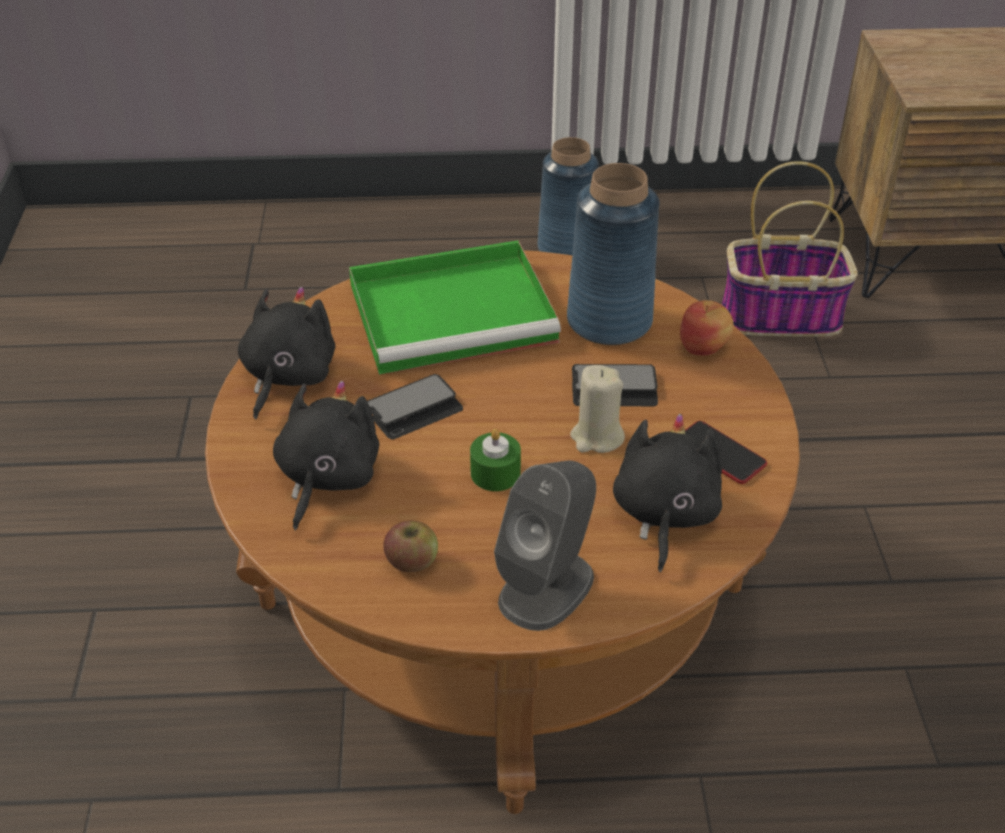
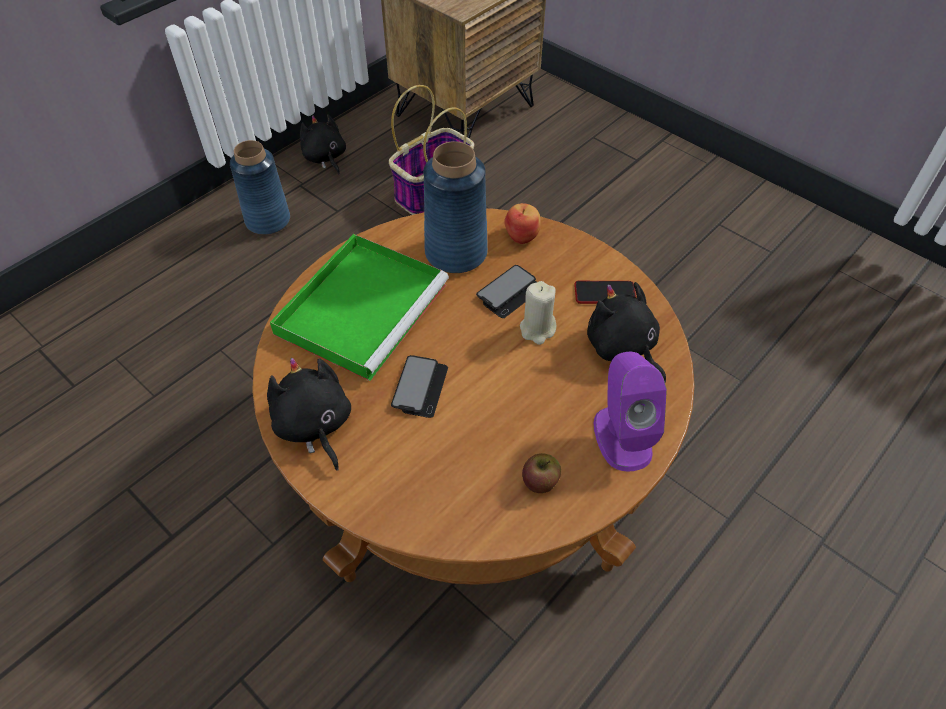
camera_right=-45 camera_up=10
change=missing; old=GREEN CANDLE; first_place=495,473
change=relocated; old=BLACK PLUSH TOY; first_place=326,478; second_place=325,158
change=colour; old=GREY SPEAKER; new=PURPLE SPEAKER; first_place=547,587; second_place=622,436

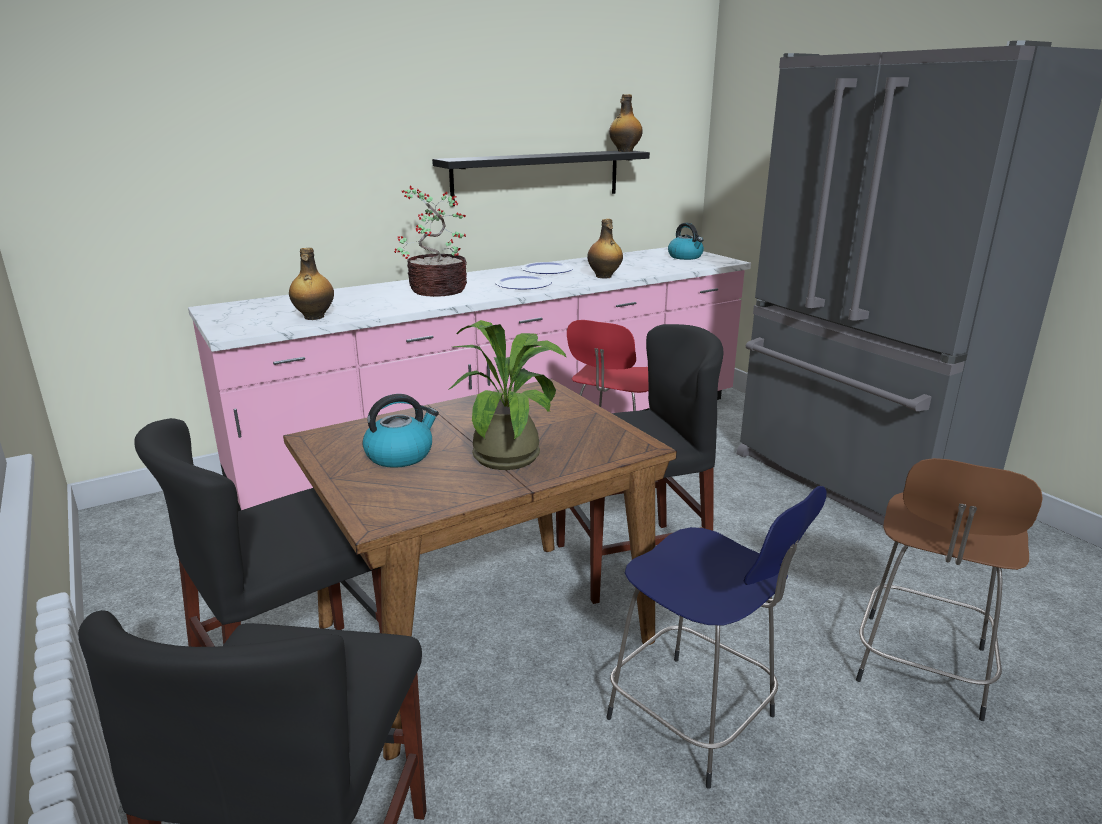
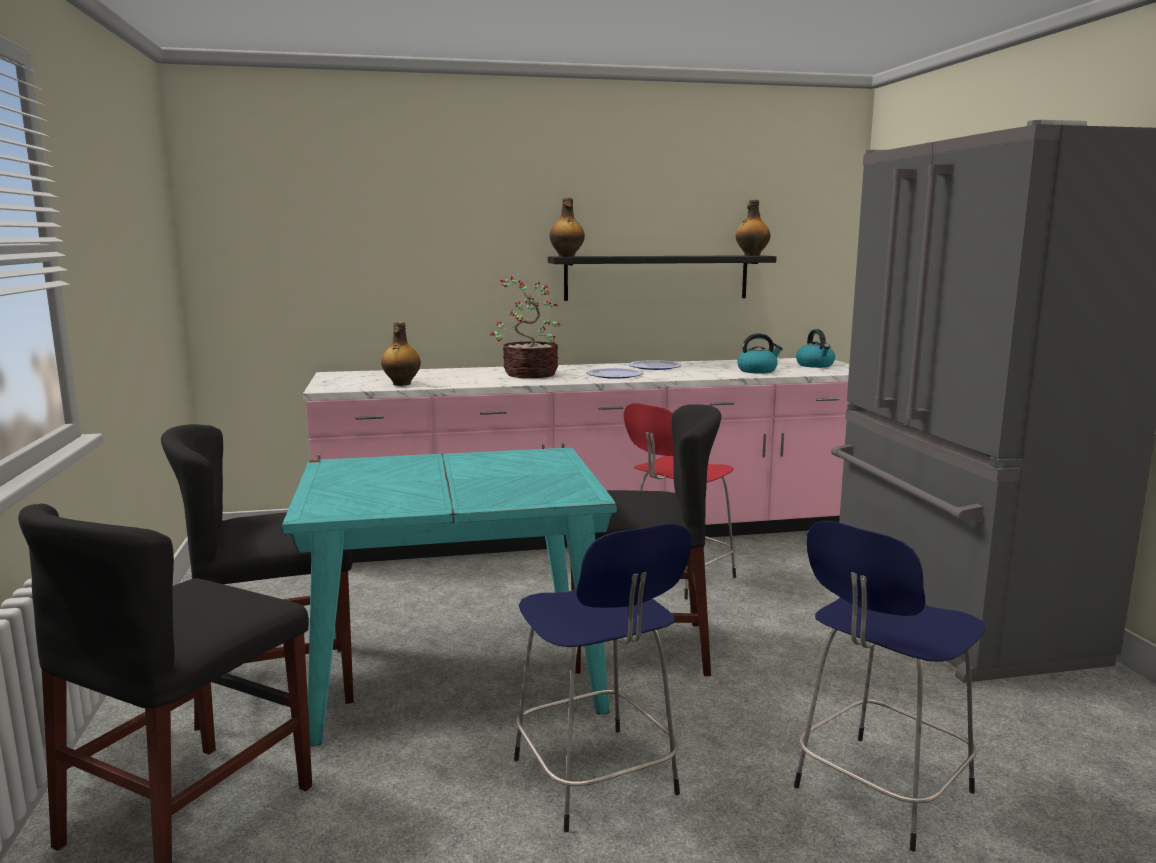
camera_right=20 camera_up=-10
change=missing; old=POTTED PLANT; first_place=512,454
change=relocated; old=KETTLE; first_place=400,455; second_place=757,371
change=relocated; old=BOTTLE; first_place=604,276; second_place=566,256
change=colour; old=BROWN DINING TABLE; new=TURQUOISE DINING TABLE; first_place=482,634; second_place=454,677
change=colour; old=BROWN STOOL; new=BLUE STOOL; first_place=920,668; second_place=879,792

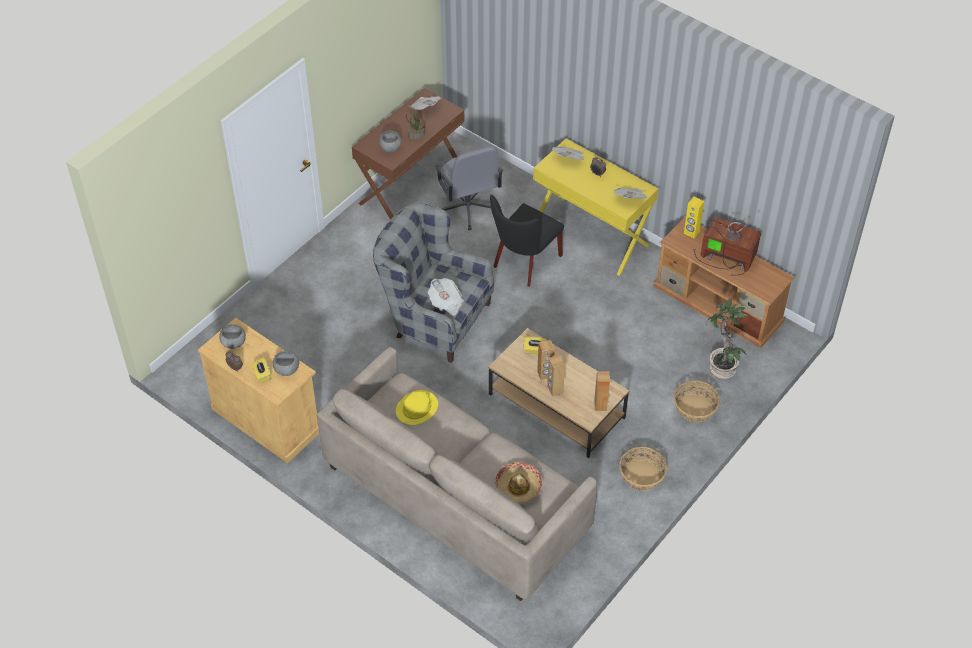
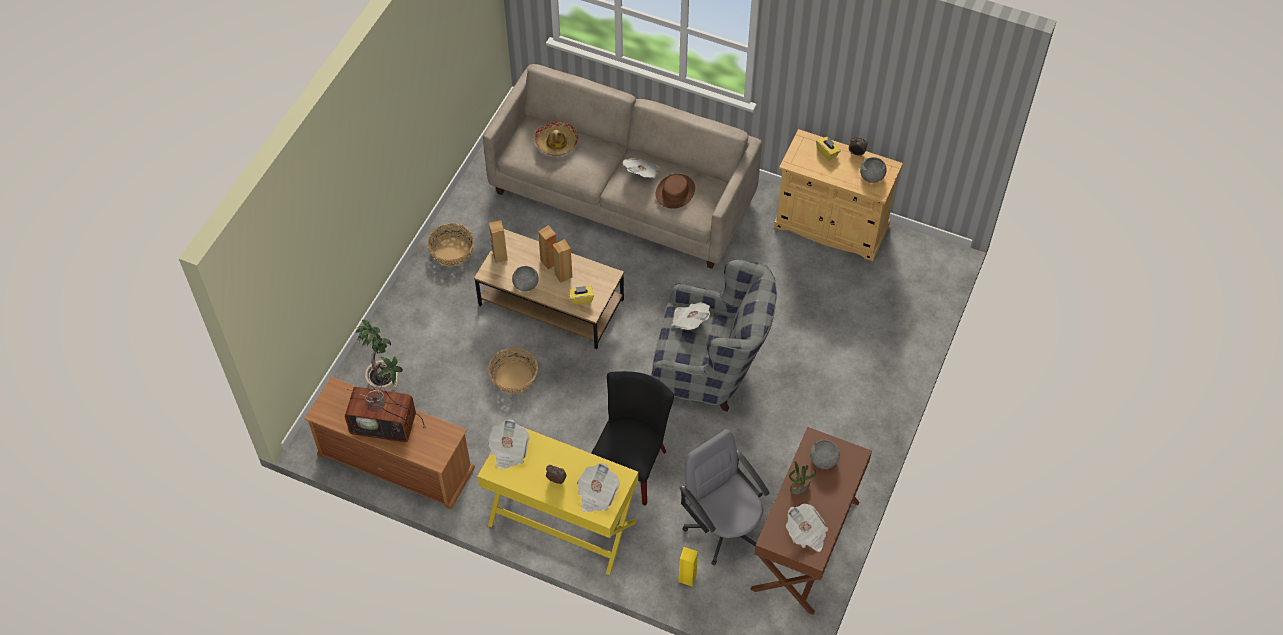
camera_right=165 camera_up=5
change=appeared; new=NEWSPAPER; second_place=642,174
change=relocated; old=GREY BOWL; first_place=287,369; second_place=525,284
change=relocated; old=BASKET; first_place=695,408; second_place=513,377
change=relocated; old=YELLOW SPEAKER; first_place=691,232; second_place=687,578
change=colour; old=YELLOW HAT; new=BROWN HAT; first_place=417,408; second_place=675,192

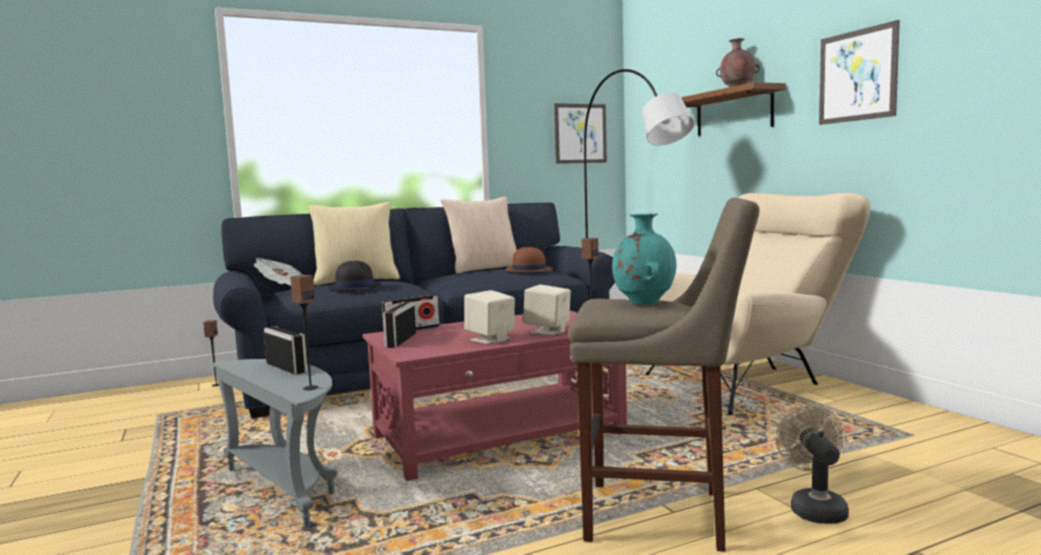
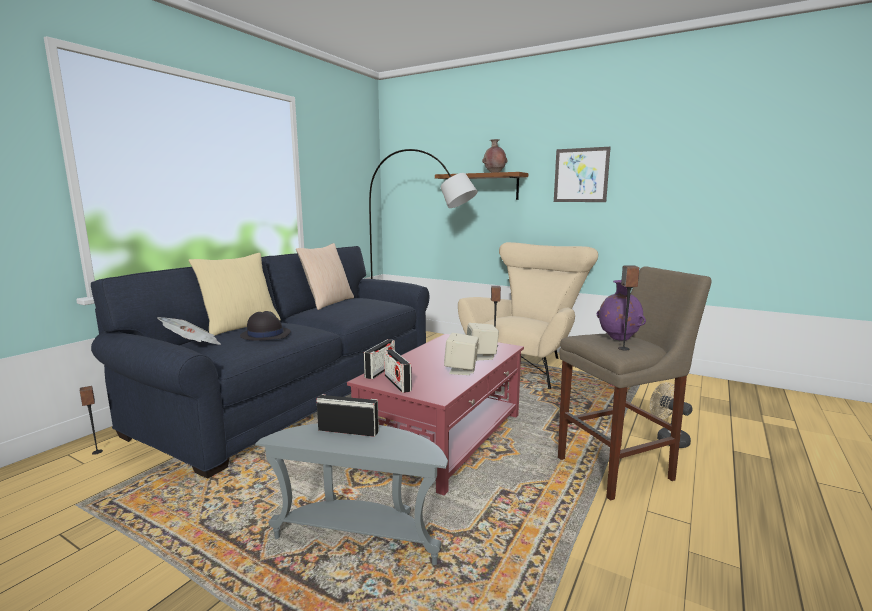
camera_right=-35 camera_up=5
change=missing; old=BROWN HAT; first_place=528,270
change=missing; old=PICTURE; first_place=580,133
change=relocated; old=SPEAKER; first_place=310,388; second_place=623,348
change=colour; old=TURQUOISE VASE; new=PURPLE VASE; first_place=644,303; second_place=618,338

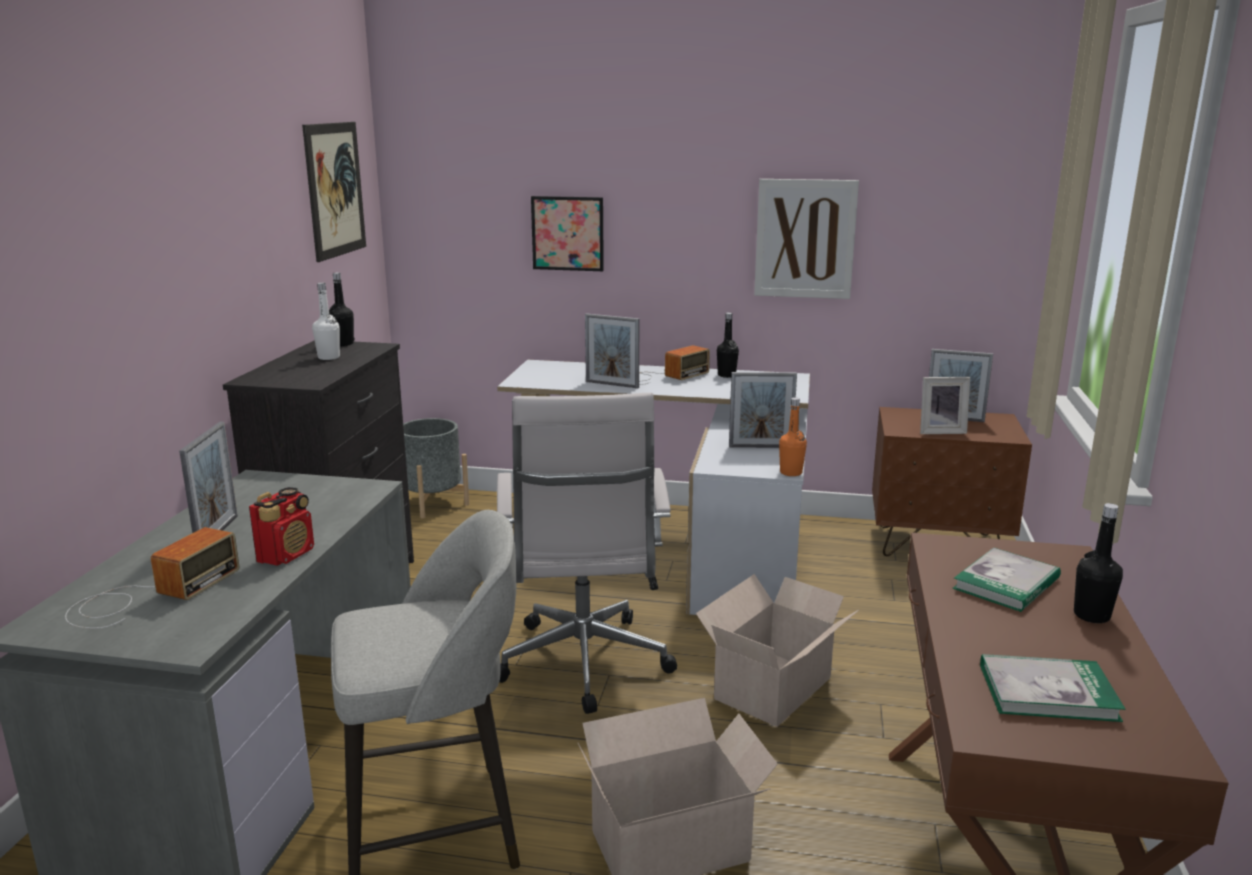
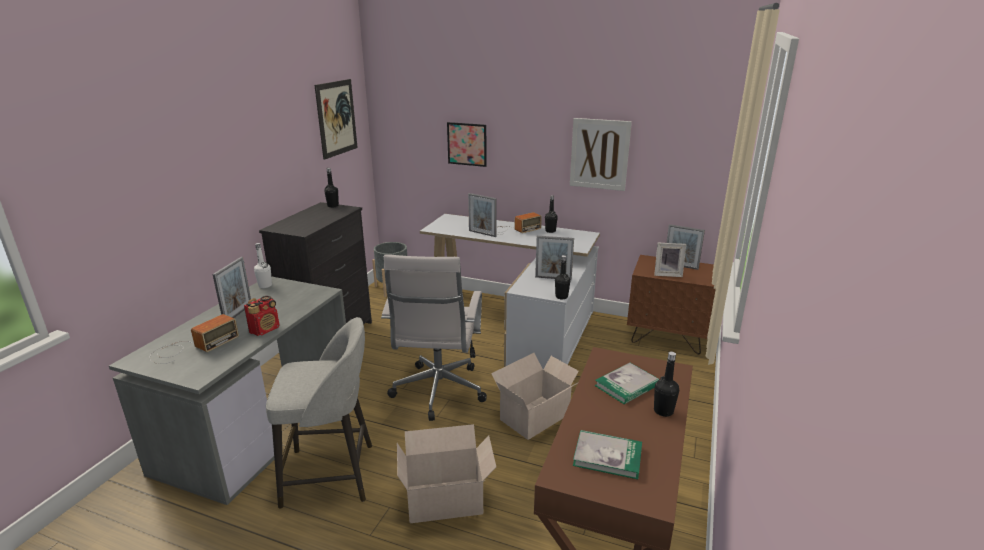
camera_right=10 camera_up=5
change=relocated; old=WHITE BOTTLE; first_place=329,357; second_place=265,285
change=colour; old=ORANGE BOTTLE; new=BLACK BOTTLE; first_place=791,472; second_place=561,297

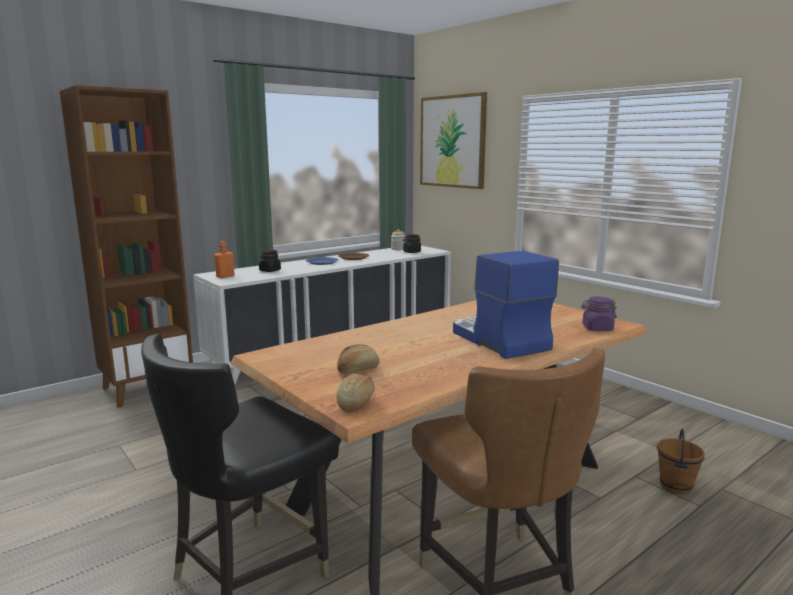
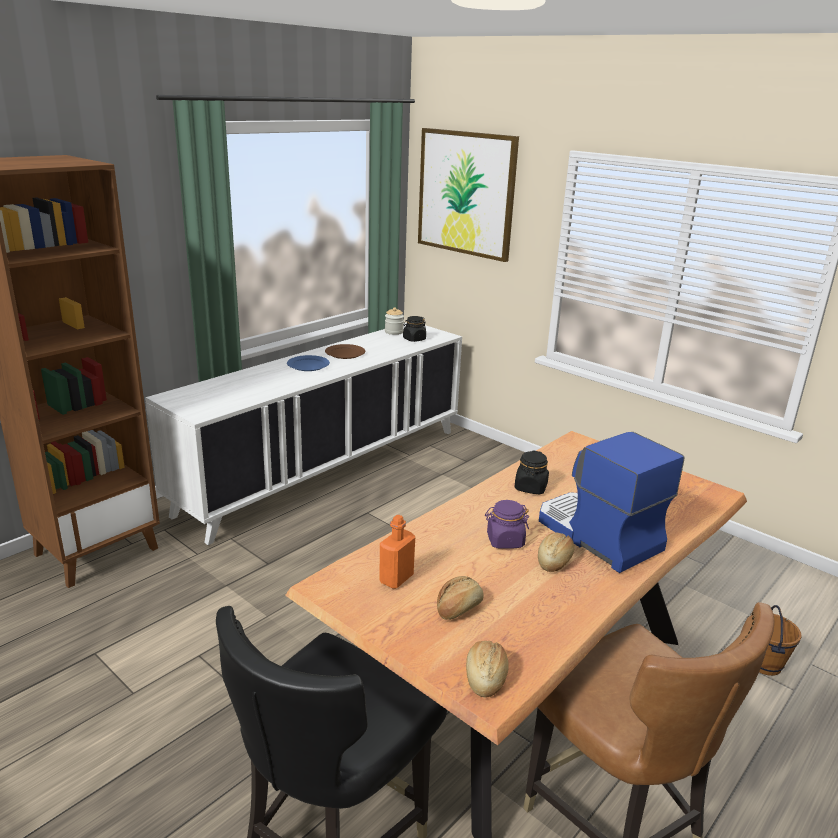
camera_right=-10 camera_up=10
change=appeared; new=BREAD; second_place=555,560
change=relocated; old=ORANGE BOTTLE; first_place=225,276; second_place=396,579
change=relocated; old=BLACK JAR; first_place=270,271; second_place=530,488
change=relocated; old=PURPLE JAR; first_place=597,328; second_place=505,541

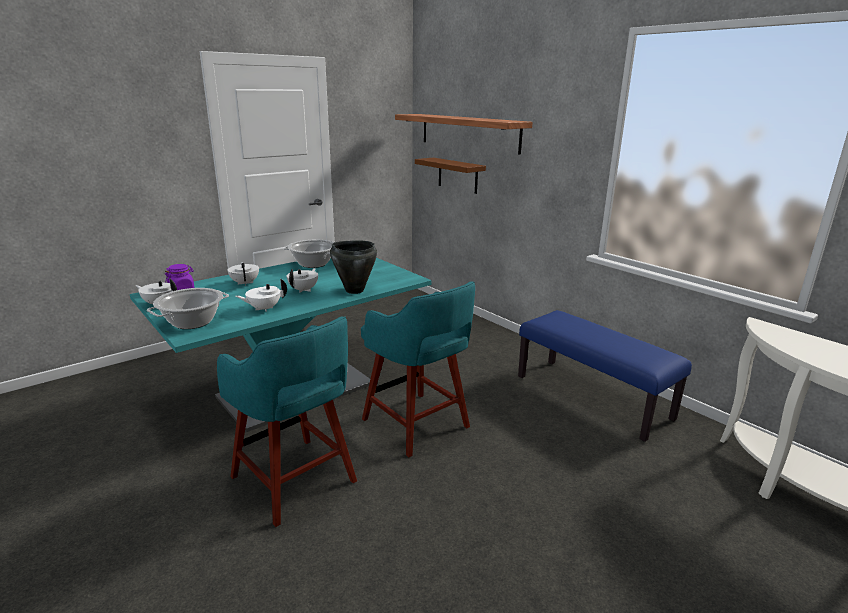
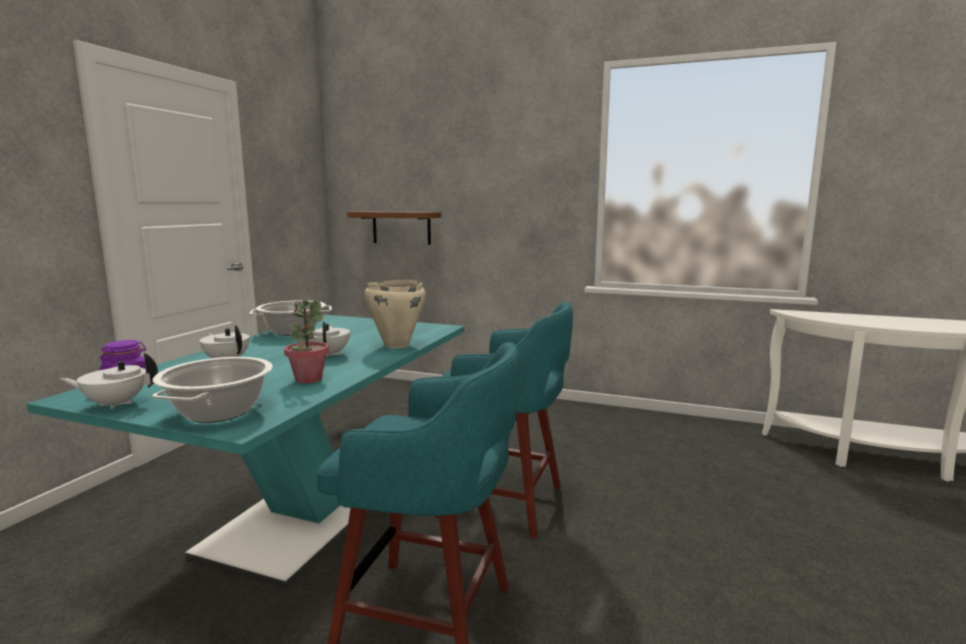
camera_right=-30 camera_up=-10
change=missing; old=SHELF; first_place=468,132
change=missing; old=BLUE BENCH; first_place=593,397
change=exchanged; old=WHITE TEAPOT; new=POTTED PLANT; first_place=264,309; second_place=308,379
change=colour; old=BLACK COOKING POT; new=BEIGE COOKING POT; first_place=354,290; second_place=396,345

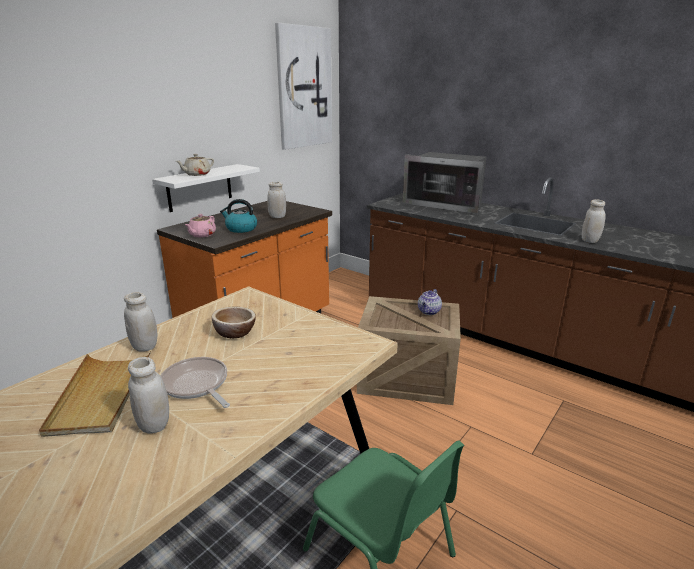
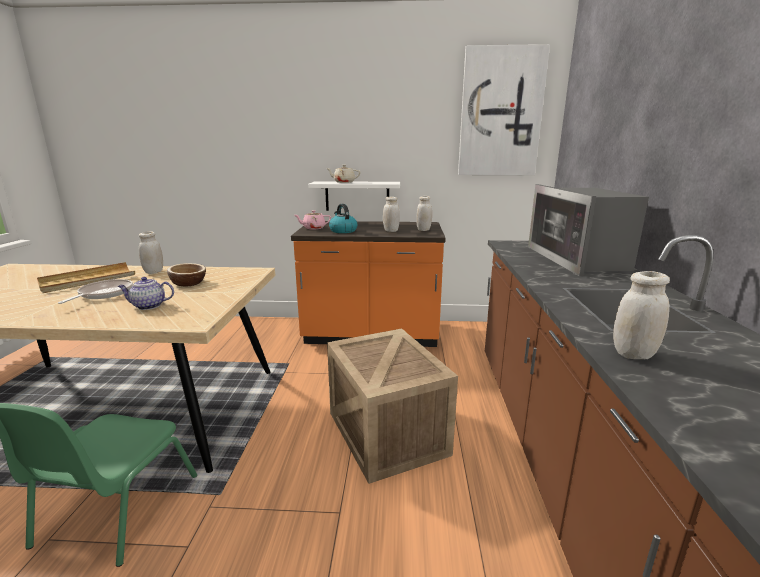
camera_right=55 camera_up=-5
change=relocated; old=WHITE JAR; first_place=154,425; second_place=423,230
change=relocated; old=TEAPOT; first_place=429,312; second_place=148,306

